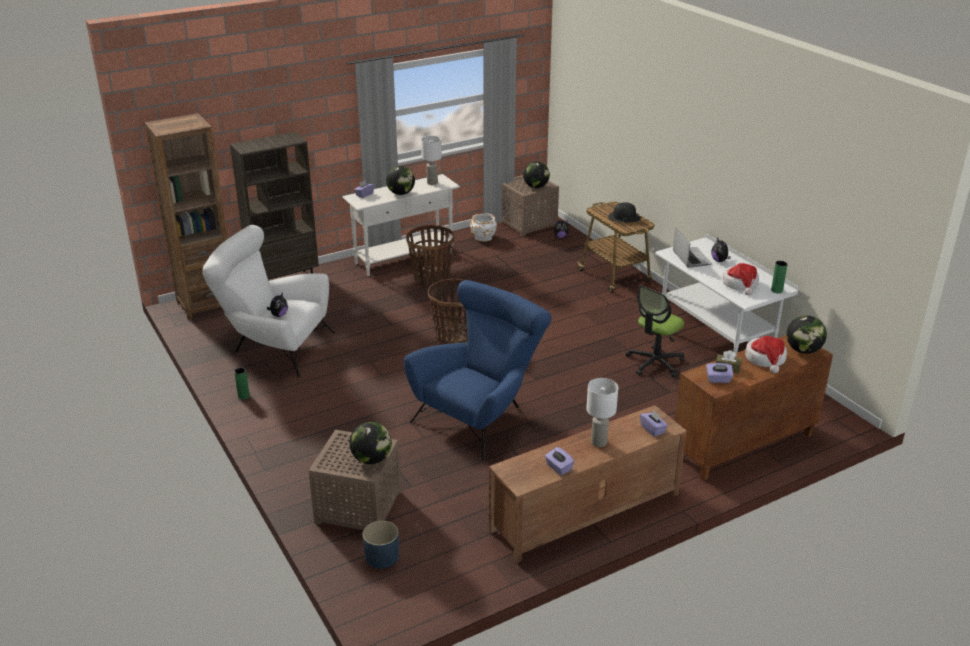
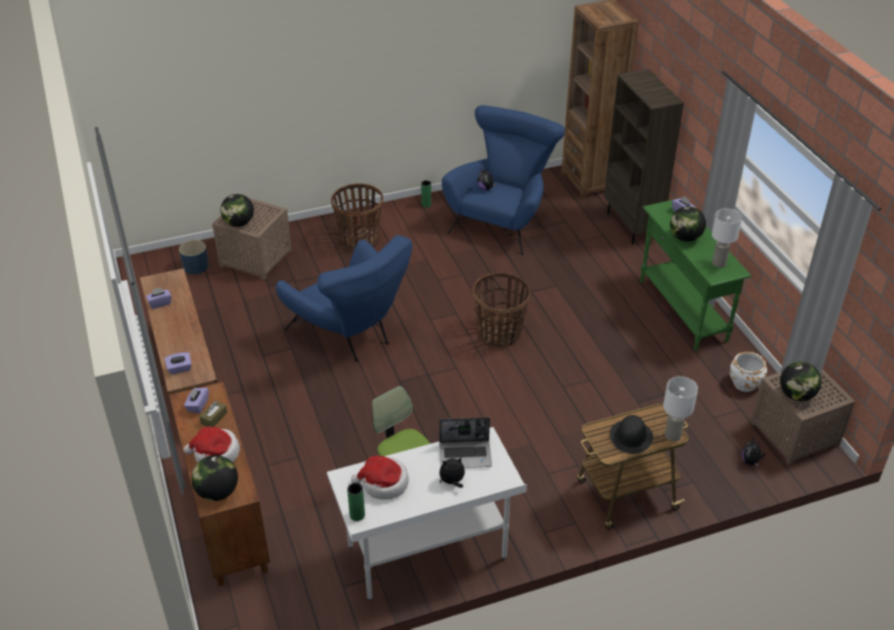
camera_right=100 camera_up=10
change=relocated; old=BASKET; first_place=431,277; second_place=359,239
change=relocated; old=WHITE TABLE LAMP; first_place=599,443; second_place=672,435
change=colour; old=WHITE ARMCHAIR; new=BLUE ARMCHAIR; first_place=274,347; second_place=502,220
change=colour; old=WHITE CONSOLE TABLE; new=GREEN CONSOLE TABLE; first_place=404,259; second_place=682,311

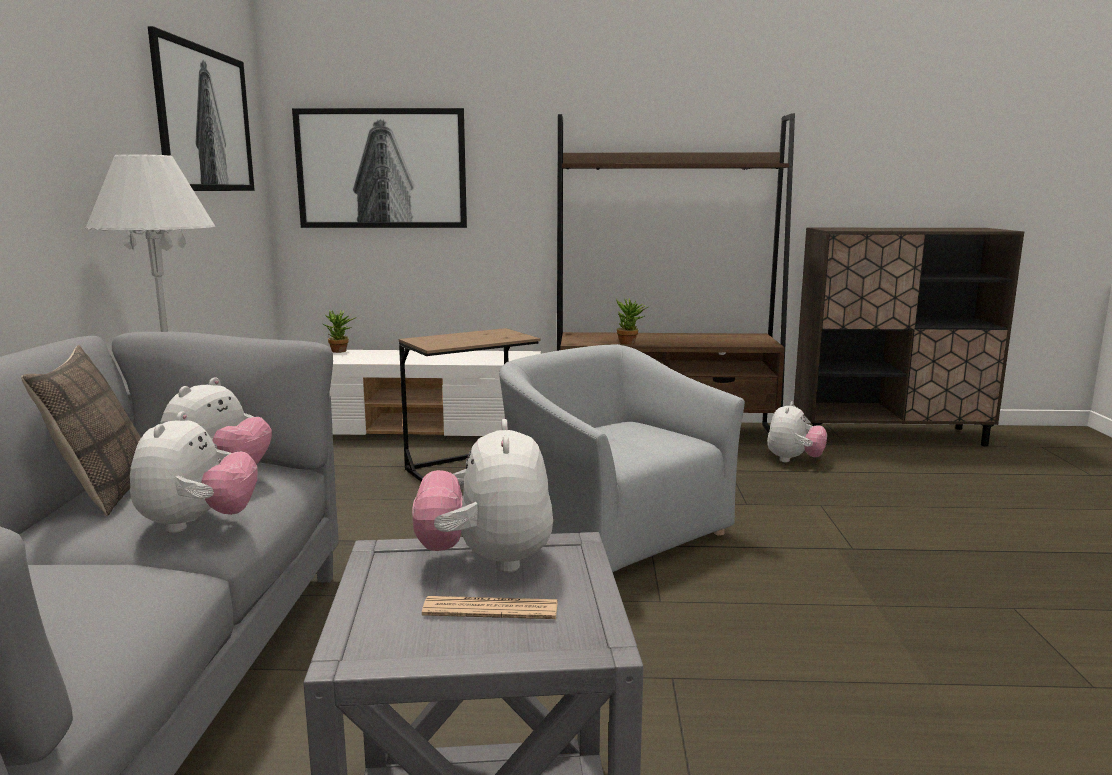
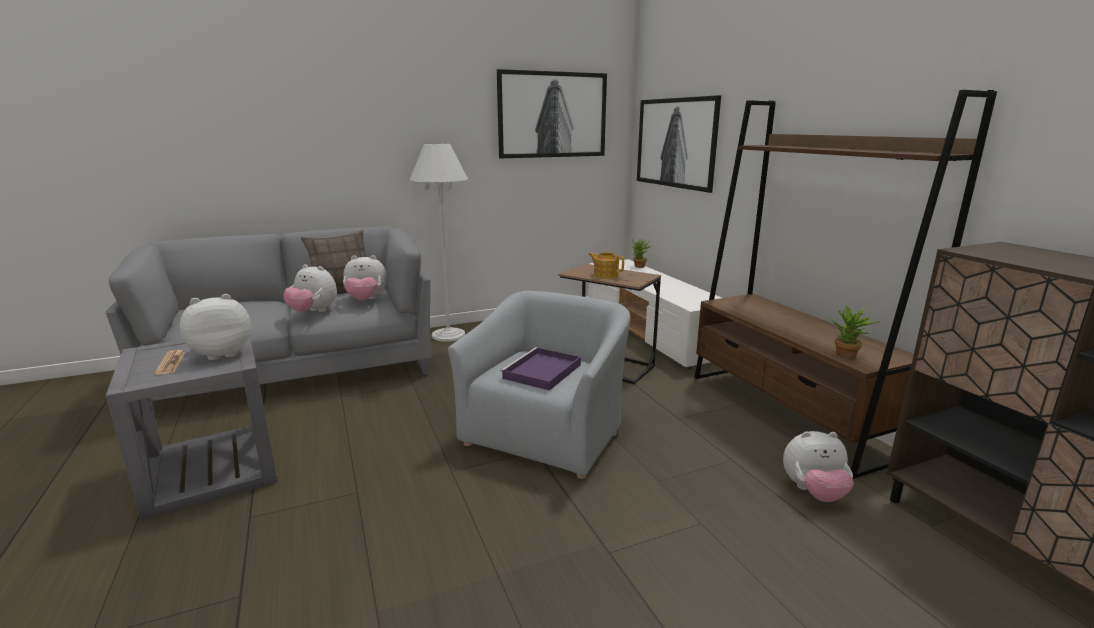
camera_right=65 camera_up=5
change=appeared; new=PURPLE TRAY; second_place=541,372
change=appeared; new=TEAPOT; second_place=605,275
change=relocated; old=POTTED PLANT; first_place=630,343; second_place=848,357
change=spun; old=PLUSH TOY; first_place=198,524; second_place=313,312; degrees=45

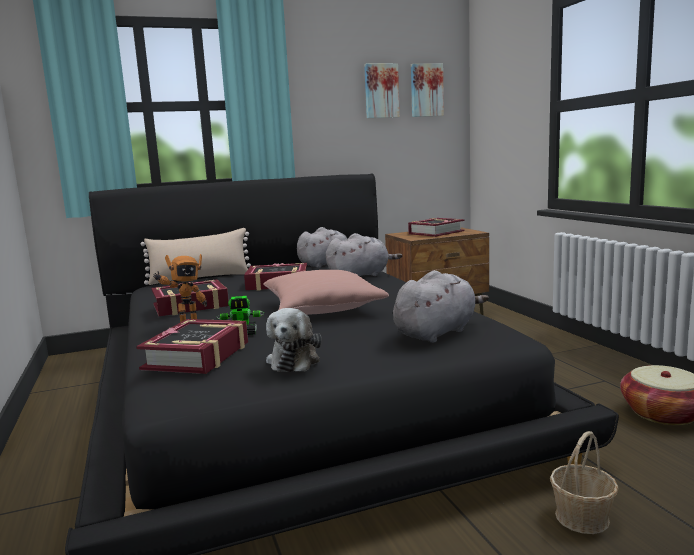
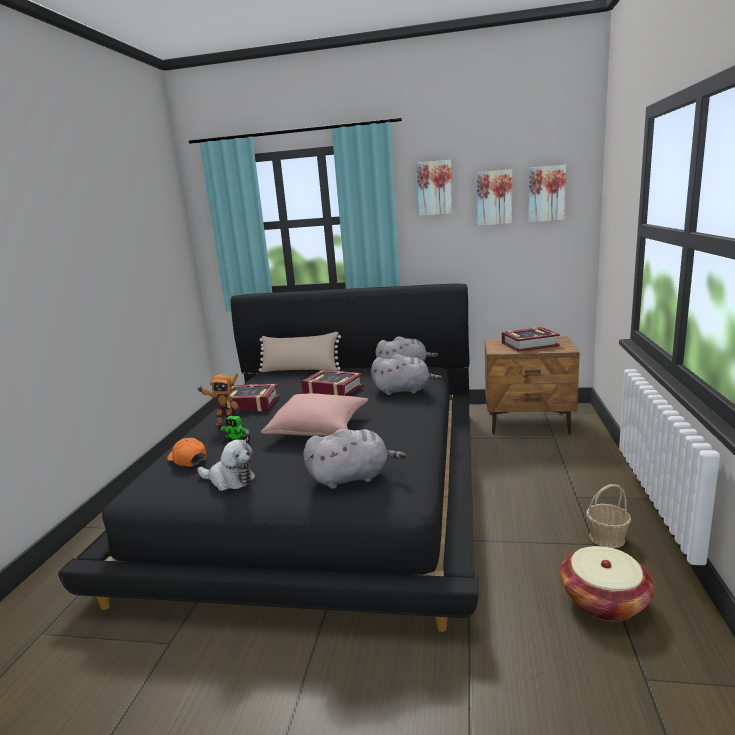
camera_right=30 camera_up=5
change=appeared; new=PICTURE; second_place=434,188
change=relocated; old=BASKET; first_place=582,517; second_place=607,538
change=exchanged; old=BOOK; new=ORANGE CAP; first_place=198,356; second_place=187,459
change=spun; old=PLUSH TOY; first_place=294,360; second_place=229,480; degrees=-105

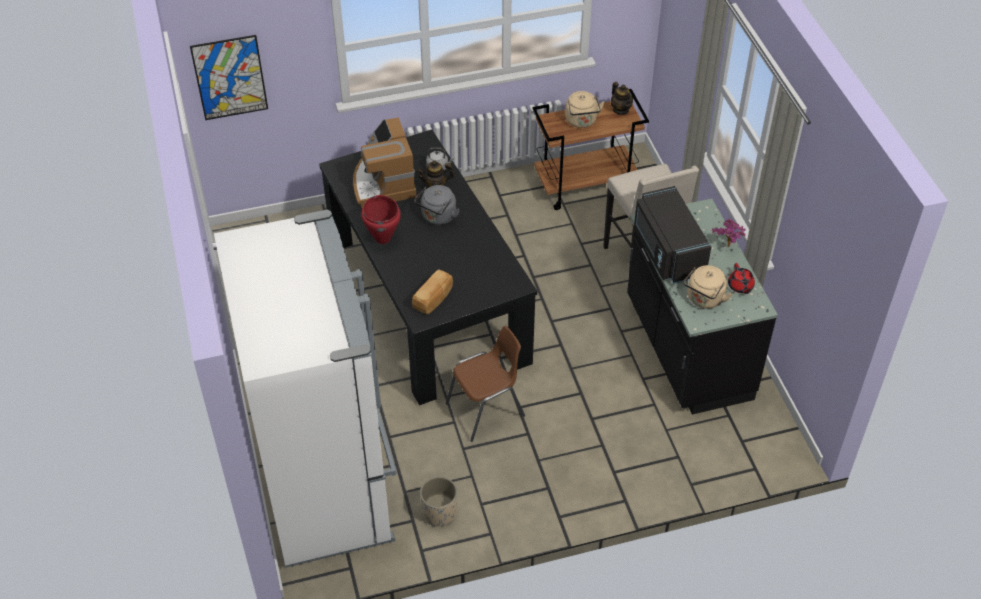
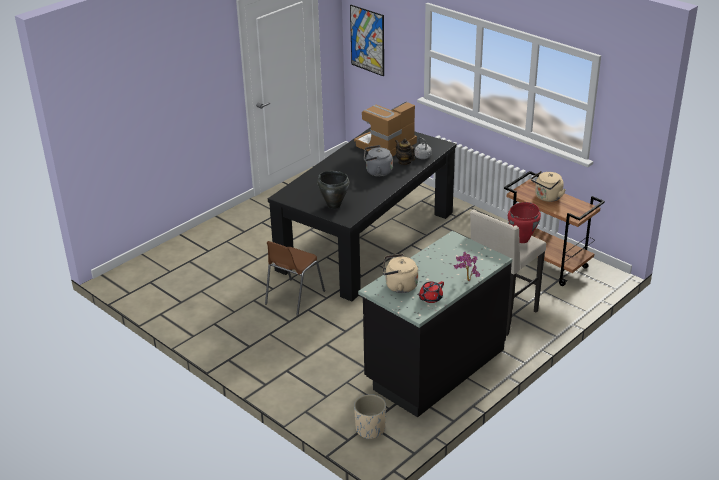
camera_right=60 camera_up=-15
change=missing; old=WHITE FRIDGE; first_place=327,484
change=missing; old=BREAD; first_place=434,299
change=missing; old=TEAPOT; first_place=621,110
change=missing; old=BLACK MICROWAVE; first_place=667,252
change=appeared; new=BLACK COOKING POT; second_place=333,205
change=relocated; old=RED COOKING POT; first_place=383,238; second_place=522,239
change=relocated; old=BEIGE PLANTER; first_place=439,513; second_place=370,429
change=spun; old=BROWN CHAIR; first_place=486,410; second_place=294,297; degrees=90

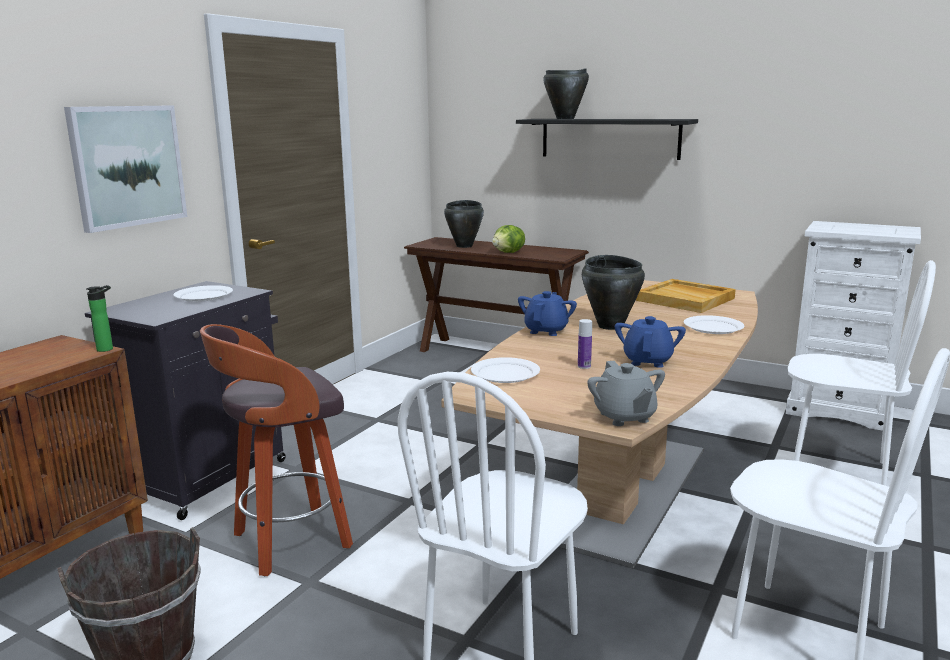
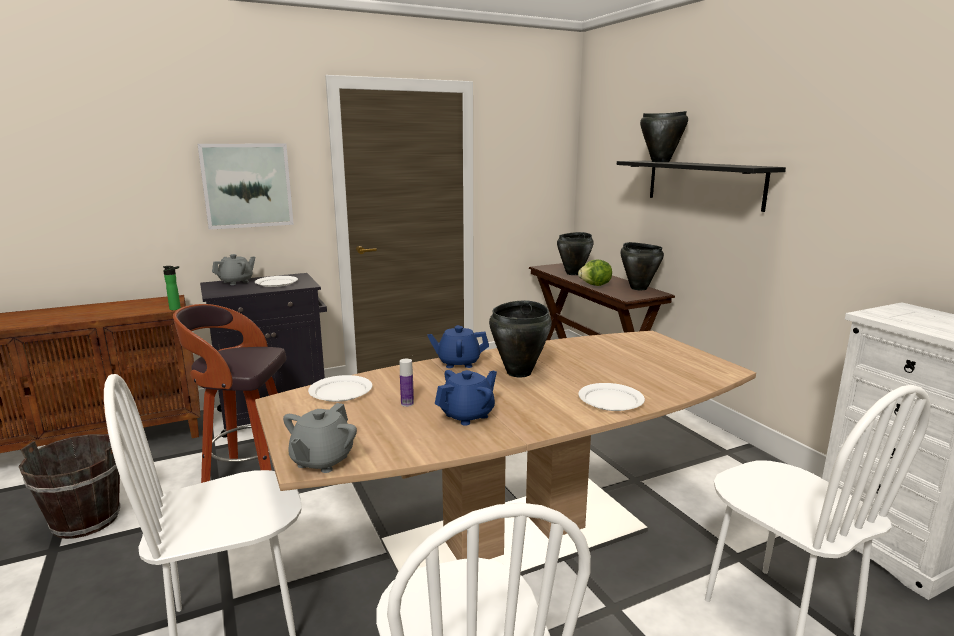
camera_right=35 camera_up=0
change=missing; old=BEIGE TRAY; first_place=686,299
change=appeared; new=GREY TEAPOT; second_place=236,282
change=appeared; new=BLACK COOKING POT; second_place=638,288
change=spun; old=BLUE TEAPOT; first_place=546,331; second_place=458,363; degrees=-150

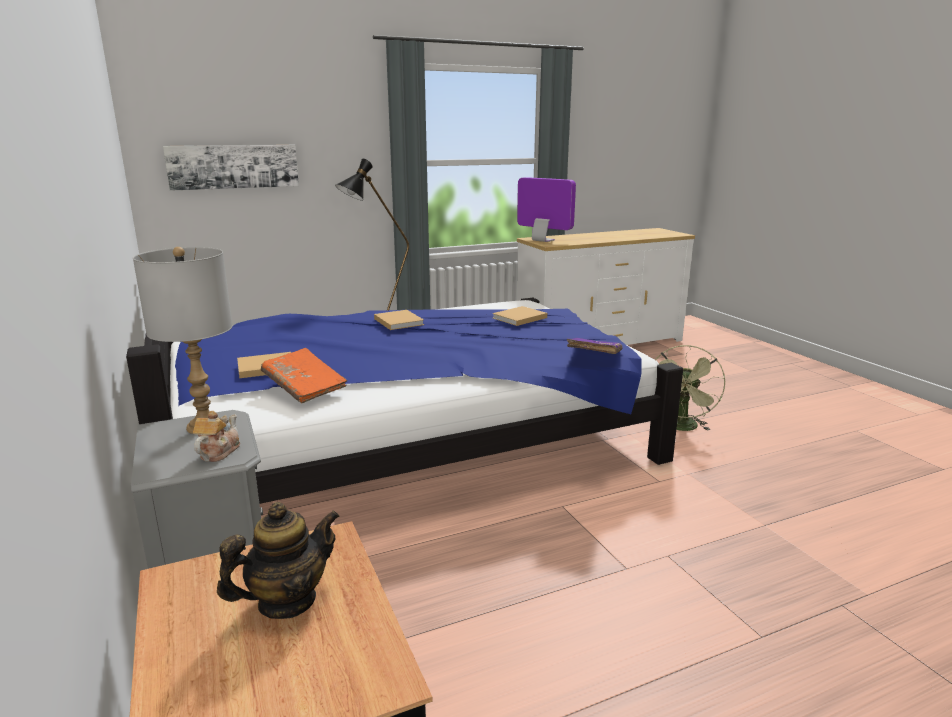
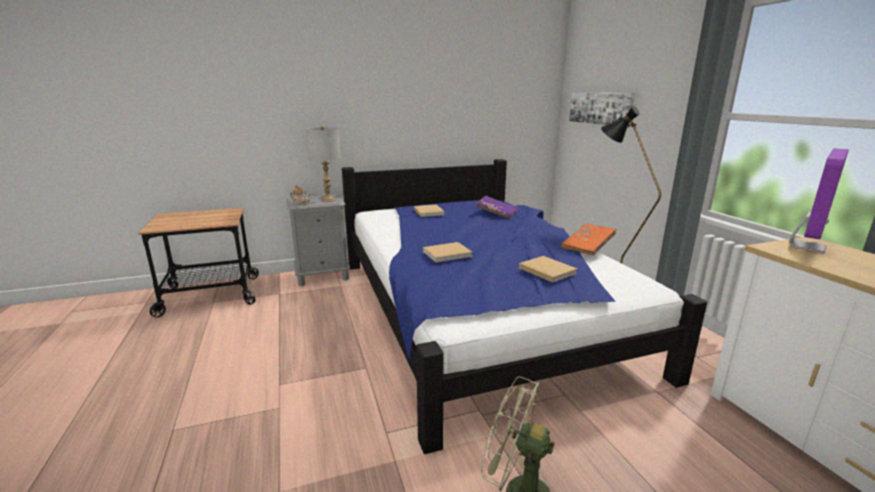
camera_right=95 camera_up=0
change=missing; old=TEAPOT; first_place=287,601
change=relocated; old=ORANGE BOOK; first_place=304,387; second_place=588,247
change=relocated; old=BEIGE BOOK; first_place=398,321; second_place=448,253
change=relocated; old=PURPLE BOOK; first_place=593,357; second_place=496,214

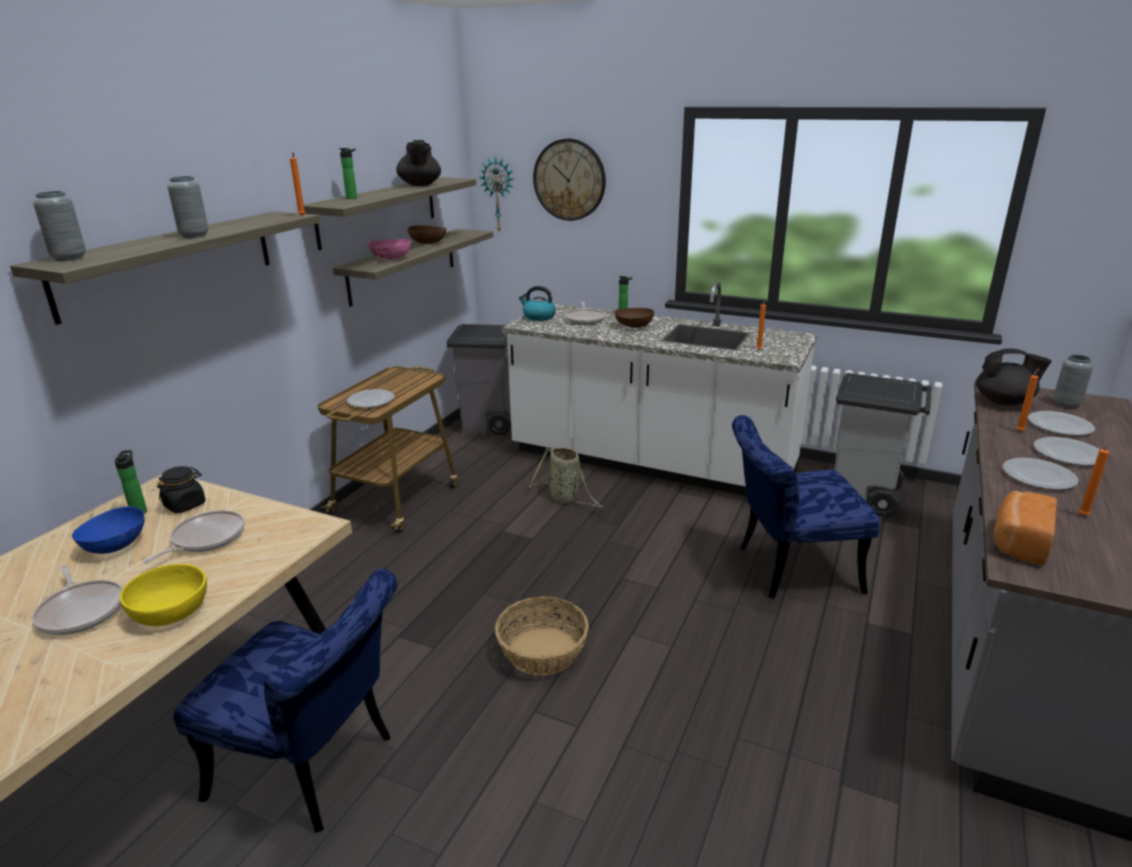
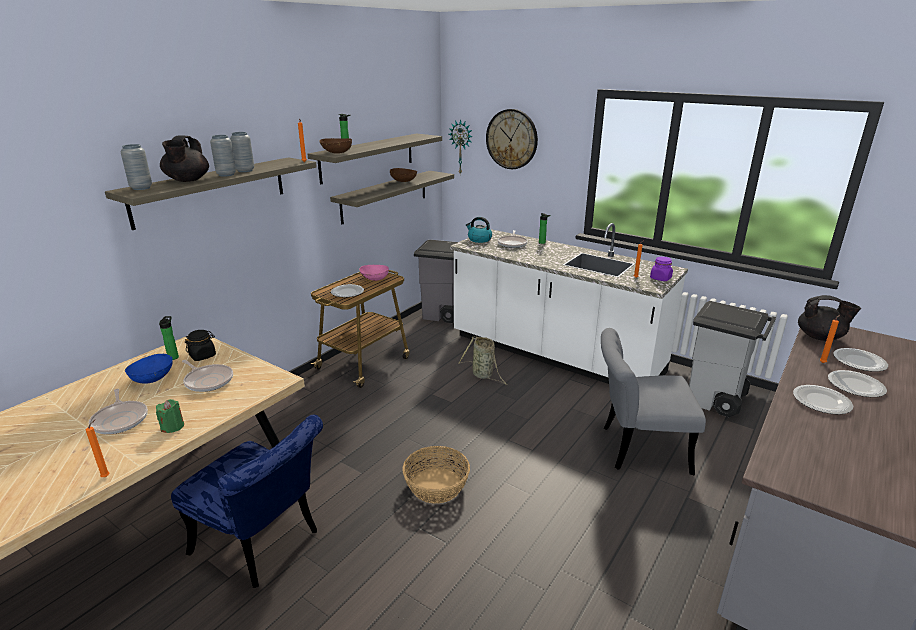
camera_right=10 camera_up=0
change=missing; old=BREAD; first_place=1018,542
change=appeared; new=PURPLE JAR; second_place=660,278
change=relocated; old=PINK BOWL; first_place=390,259; second_place=374,279
change=relocated; old=BLACK TEAPOT; first_place=420,185; second_place=187,180
change=relocated; old=BROWN BOWL; first_place=633,327; second_place=336,153
change=relocated; old=GREY VASE; first_place=1066,404; second_place=245,170
change=relocated; old=ORANGE CANDLE; first_place=1083,515; second_place=107,476
change=exchanged; old=YELLOW BOWL; new=GREEN CANDLE; first_place=171,611; second_place=173,427
change=colour; old=BLUE CHAIR; new=GREY CHAIR; first_place=787,569; second_place=636,448
change=spun; old=FRYING PAN; first_place=205,539; second_place=208,380; degrees=90

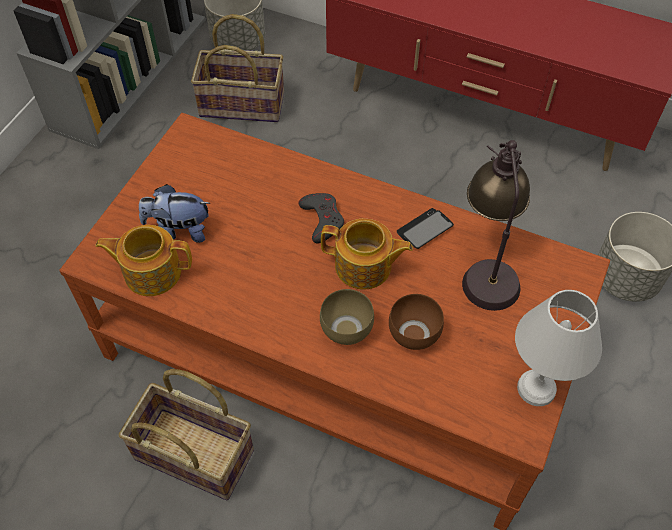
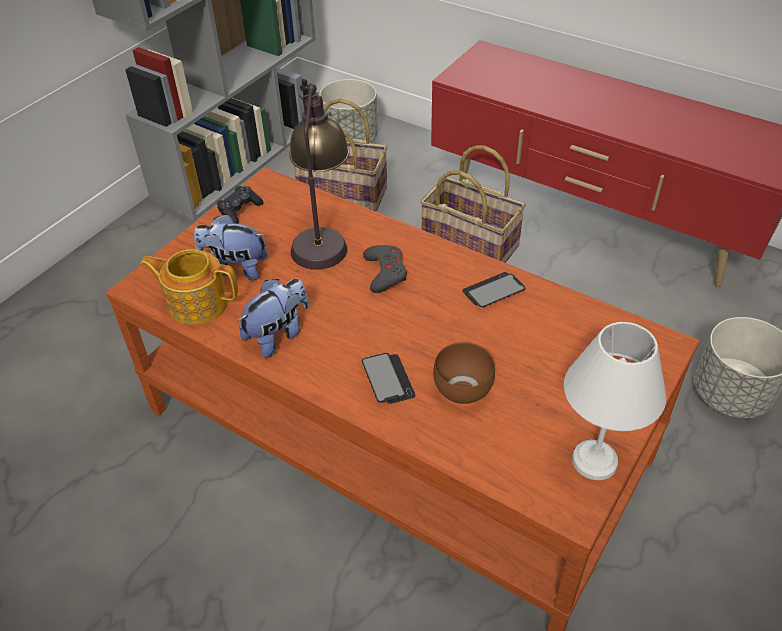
camera_right=10 camera_up=-10
change=missing; old=TEAPOT; first_place=364,267
change=appeared; new=BLACK GAME CONTROLLER; second_place=239,211
change=appeared; new=PLUSH TOY; second_place=278,335
change=relocated; old=BASKET; first_place=195,453; second_place=471,243
change=relocated; old=TABLE LAMP; first_place=487,266; second_place=322,235
change=exchanged; old=BROWN BOWL; new=PHONE; first_place=346,331; second_place=388,379

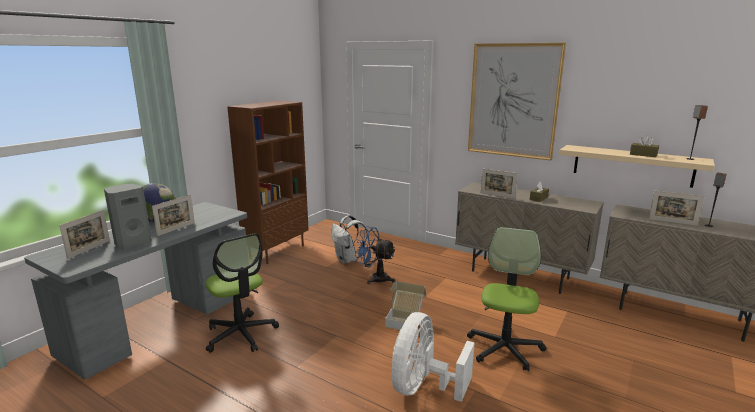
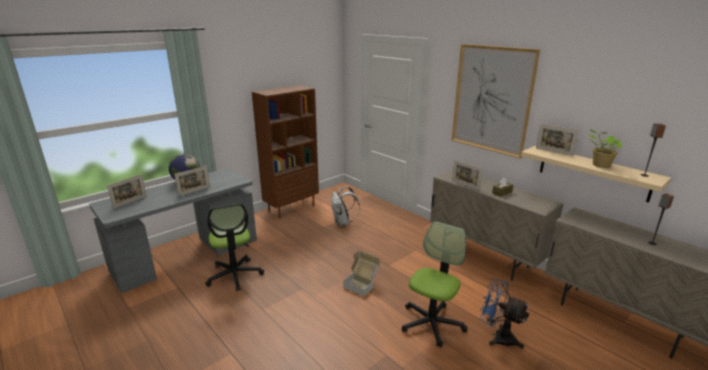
camera_right=15 camera_up=5
change=missing; old=GREY SPEAKER; first_place=132,243
change=missing; old=WHITE FAN; first_place=423,387
change=relocated; old=BLUE FAN; first_place=375,278; second_place=498,337
change=relocated; old=PICTURE FRAME; first_place=672,222; second_place=553,152
change=exchanged; old=BROWN TISSUE BOX; new=POTTED PLANT; first_place=643,154; second_place=599,165

